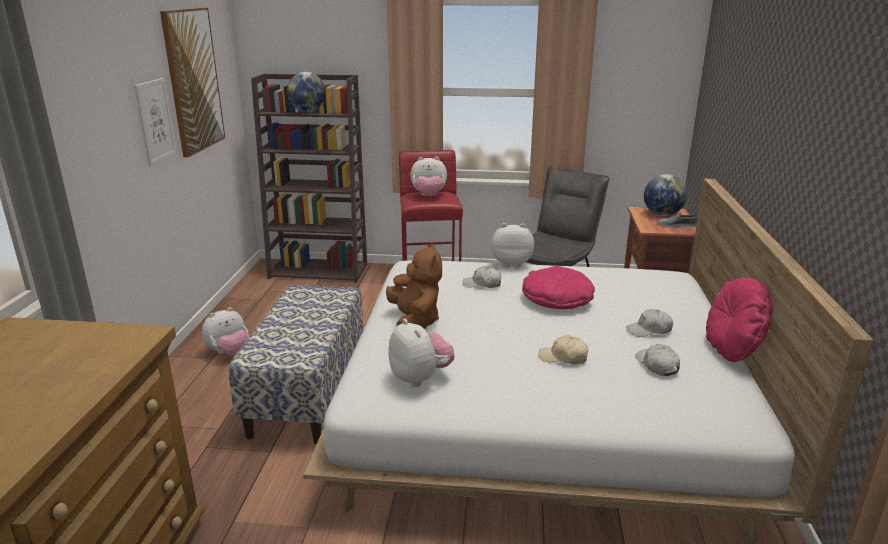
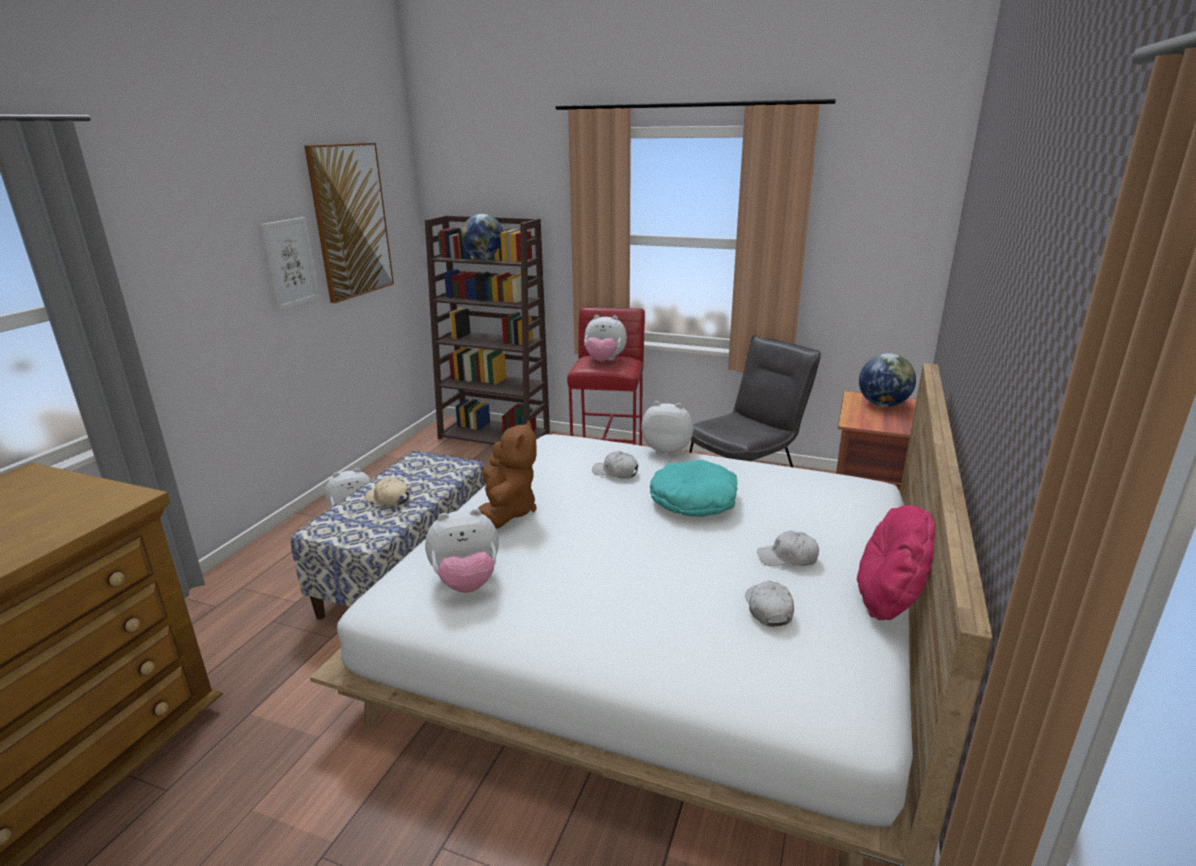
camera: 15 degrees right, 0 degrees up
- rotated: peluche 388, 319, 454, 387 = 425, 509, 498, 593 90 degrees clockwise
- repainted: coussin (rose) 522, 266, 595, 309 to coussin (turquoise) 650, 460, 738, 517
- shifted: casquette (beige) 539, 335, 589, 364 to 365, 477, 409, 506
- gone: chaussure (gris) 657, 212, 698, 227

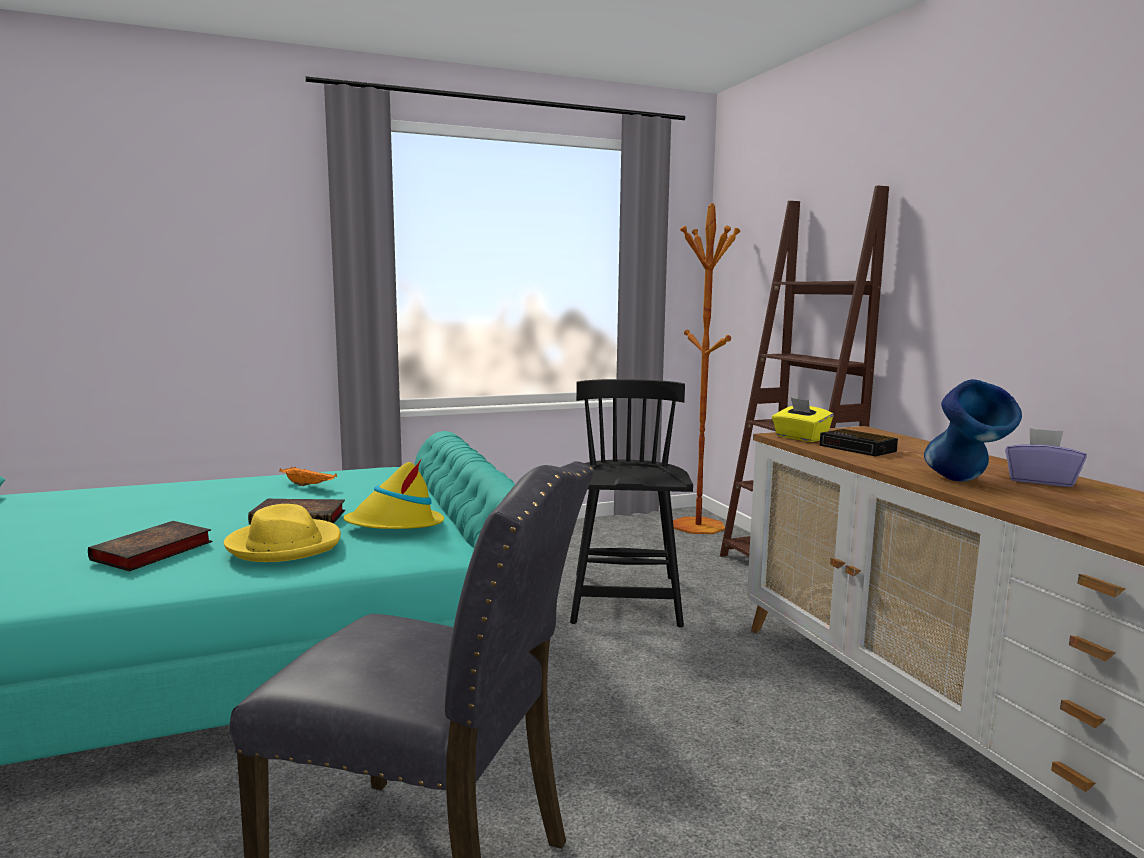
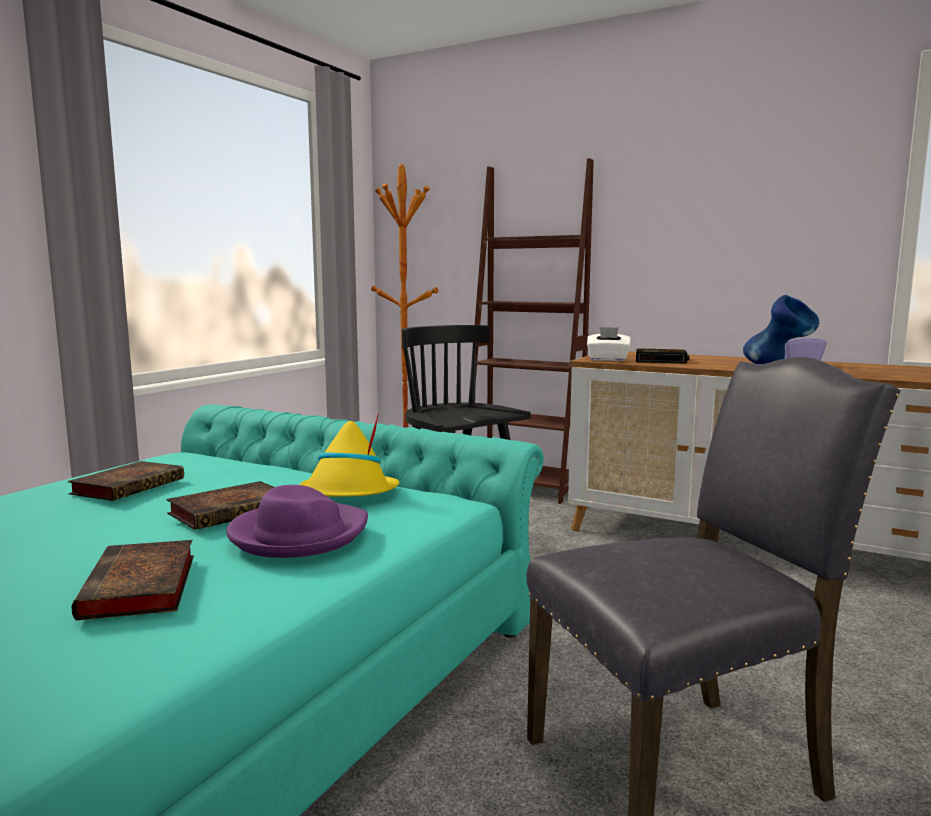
camera: 40 degrees left, 0 degrees up
- repainted: chapeau (jaune) 224, 504, 341, 562 to chapeau (violet) 226, 485, 368, 558
- swapped: plateau (orange) 279, 467, 337, 486 to livre 68, 461, 184, 501
- repainted: boîte à mouchoirs (jaune) 772, 398, 834, 442 to boîte à mouchoirs (blanc) 587, 327, 630, 361

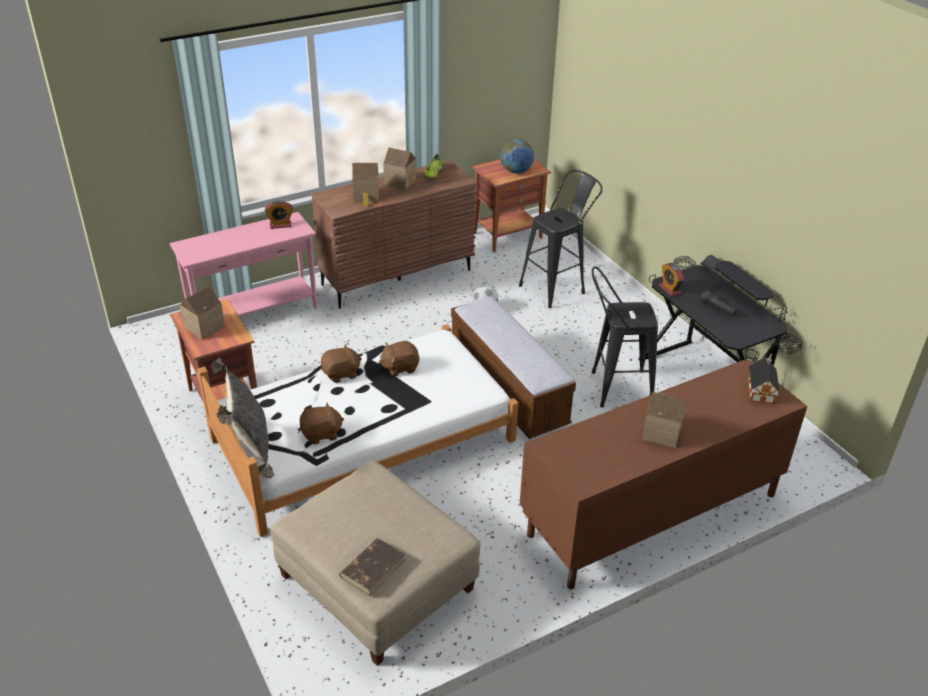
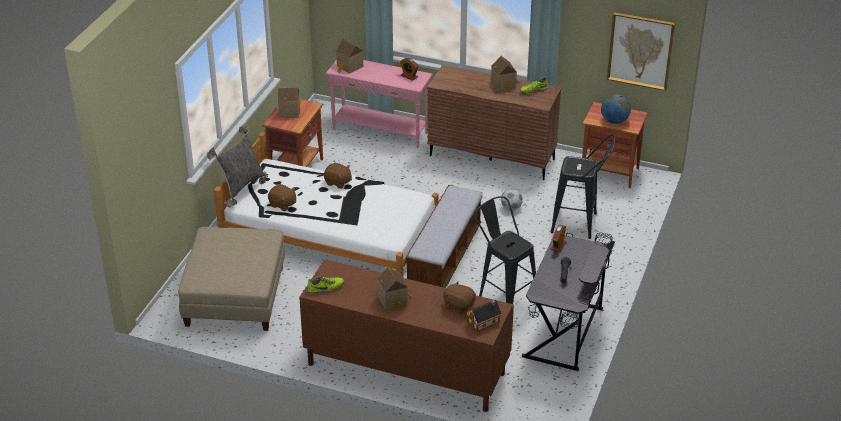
camera: 50 degrees right, 0 degrees up
- gone: livre (marron) 339, 538, 406, 596
- shifted: maison miniature 352, 163, 379, 206 to 336, 39, 363, 74
- shifted: peluche (marron) 379, 341, 419, 377 to 443, 281, 476, 314
- new: chaussure 307, 277, 344, 293
- new: tableau 607, 12, 675, 91

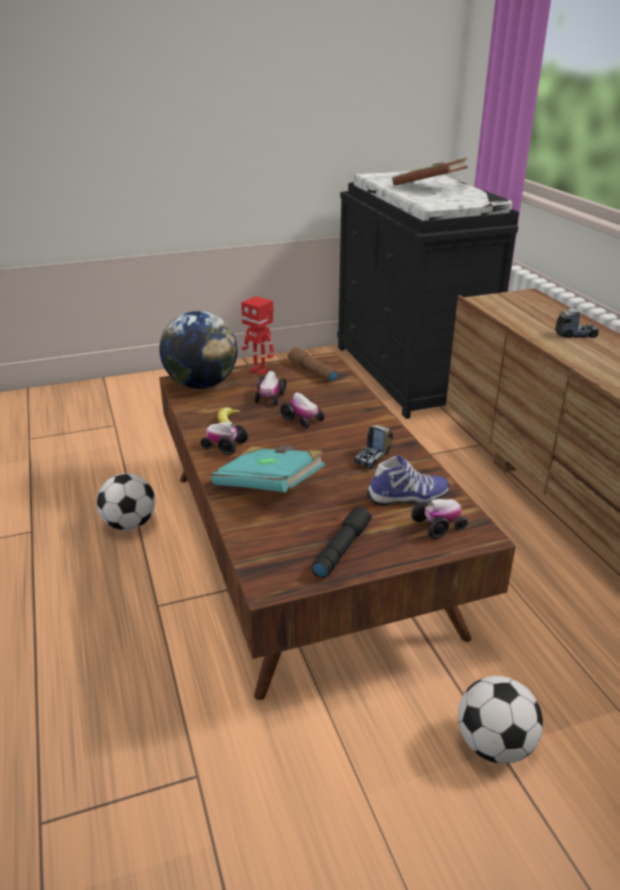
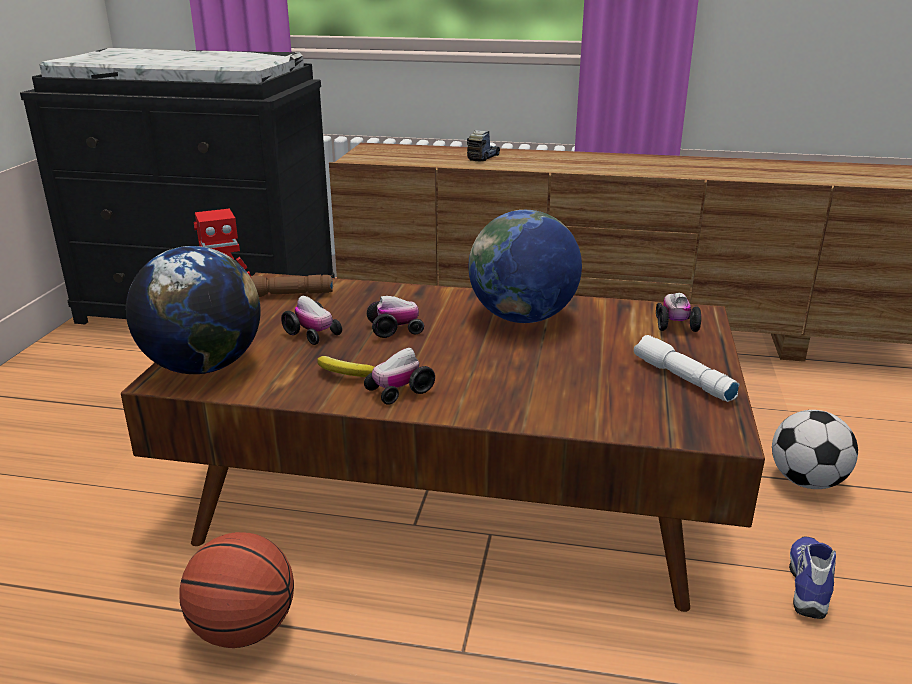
camera: 60 degrees left, 5 degrees down
- swapped: ballon de foot 97, 473, 155, 530 to ballon de basket 179, 532, 294, 648
- gone: livre (turquoise) 211, 445, 325, 493
- repainted: lampe de poche (noir) 312, 506, 372, 578 to lampe de poche (blanc) 634, 335, 740, 402
- swapped: camion jouet 354, 425, 393, 469 to globe 468, 210, 582, 323
- shifted: chaussure 366, 455, 449, 506 to 789, 536, 836, 619
- gone: livre (marron) 392, 157, 468, 186

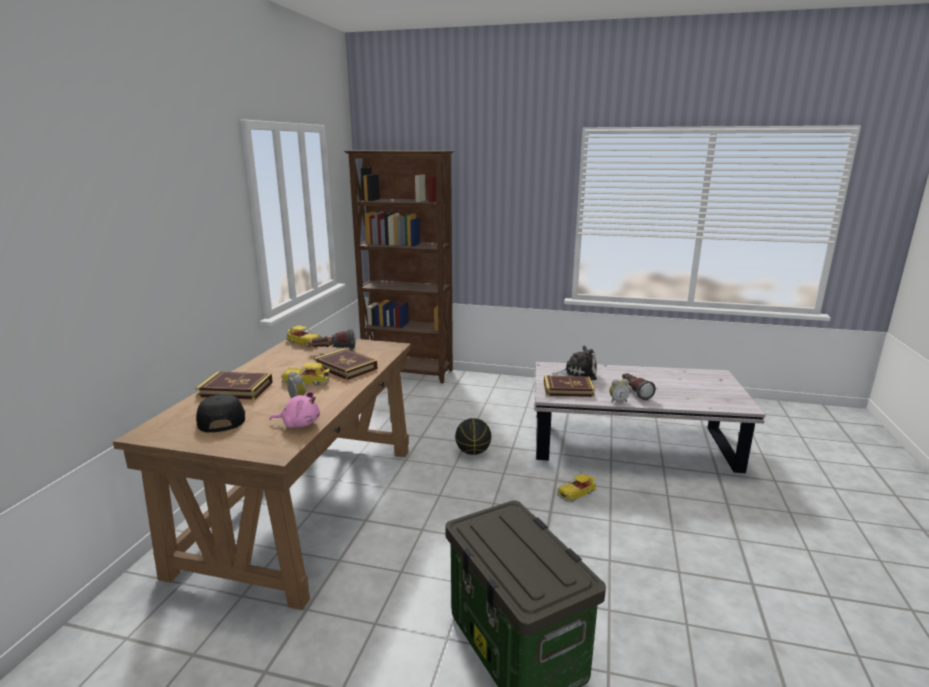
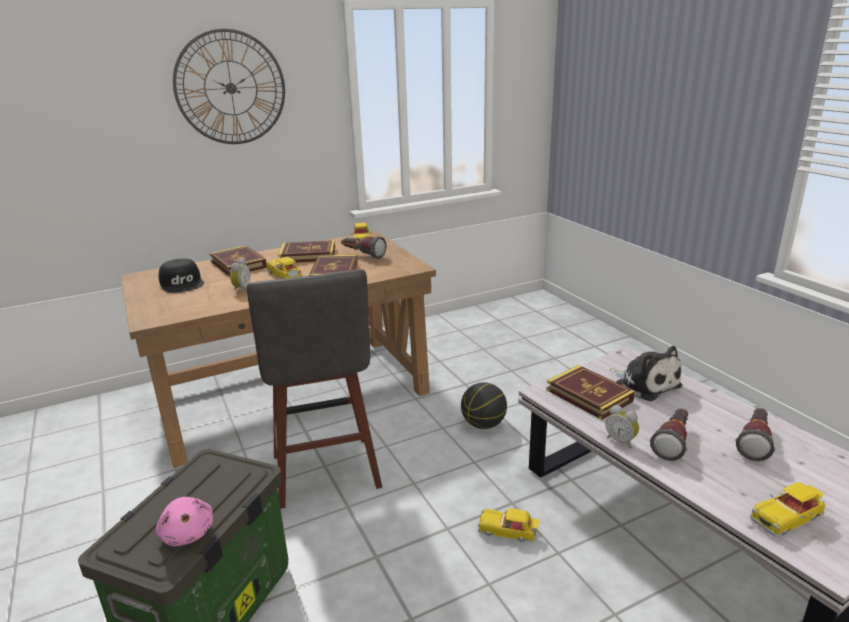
camera: 50 degrees right, 5 degrees up
- rotated: casquette (noir) 196, 394, 245, 432 = 158, 258, 204, 293 120 degrees clockwise
- shifted: peluche (rose) 270, 390, 320, 428 to 156, 497, 213, 547
- gone: bibliothèque (marron) 344, 151, 454, 384
- new: horloge murale 173, 29, 285, 144
- new: tabouret (gris) 247, 269, 382, 509
- new: livre 278, 240, 335, 263
- new: lampe de poche 736, 408, 775, 461
- new: petite voiture 750, 482, 825, 537

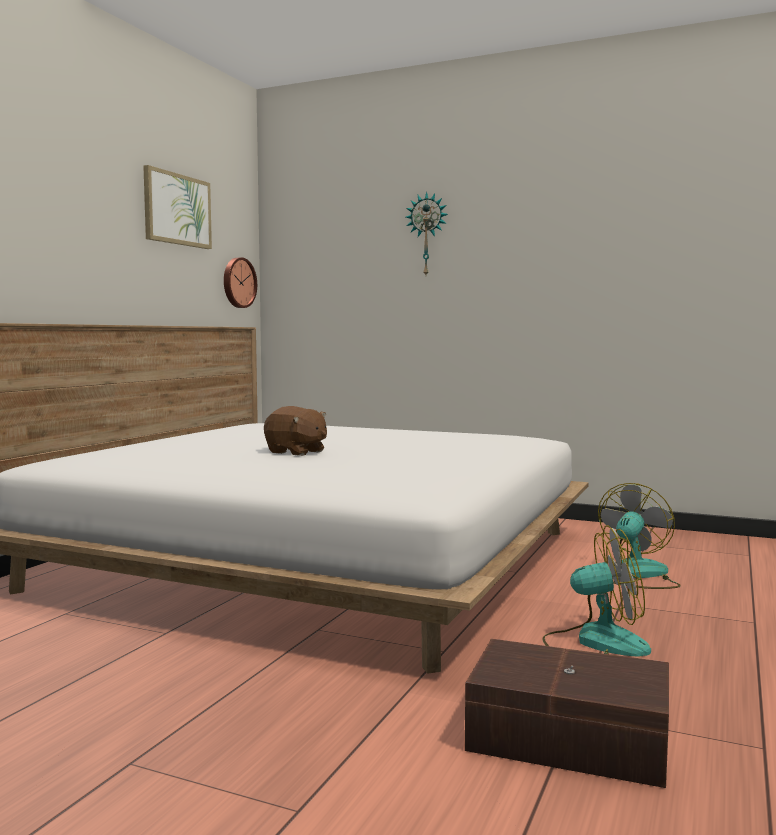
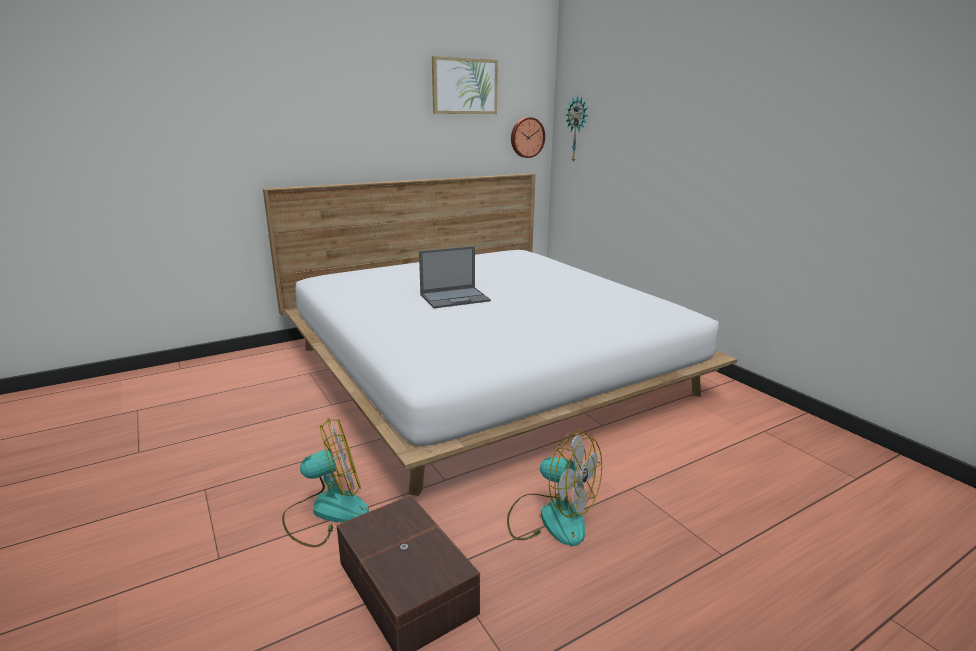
camera: 35 degrees right, 15 degrees up
- swapped: peluche (marron) 264, 406, 327, 456 to ordinateur portable 419, 246, 491, 308
- shifted: horloge murale 406, 192, 448, 275 to 566, 96, 588, 163
- shifted: ventilateur 598, 483, 681, 589 to 282, 418, 369, 547

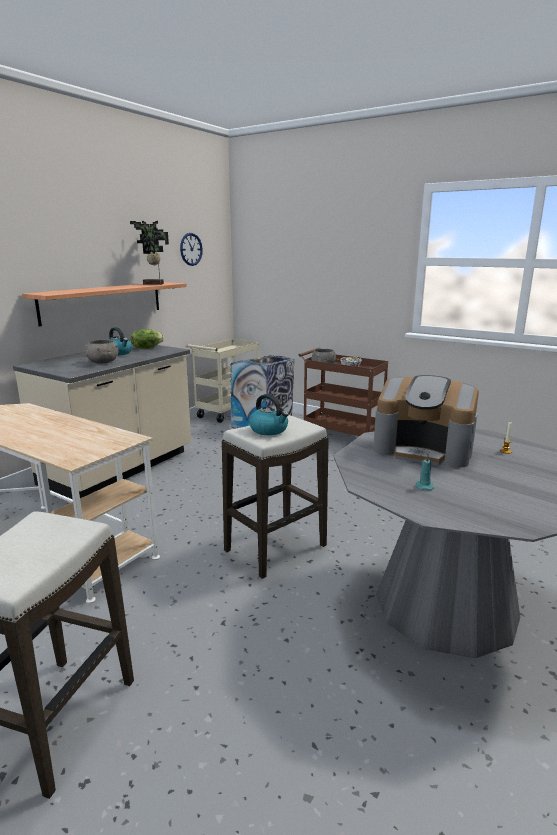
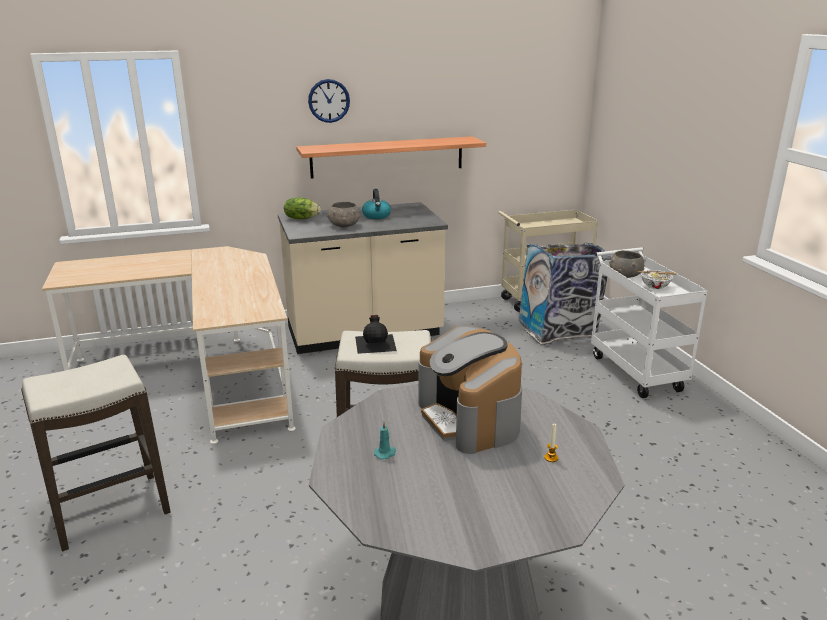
camera: 40 degrees right, 5 degrees up
- gone: plante en pot 130, 221, 169, 285
- shifted: laitue 131, 329, 164, 349 to 284, 197, 321, 219
- shifted: horloge murale 180, 233, 203, 266 to 308, 79, 350, 123
- swapped: bouilloire 249, 394, 289, 435 to bouteille (noir) 355, 315, 397, 354
- repainted: chariot (marron) 299, 347, 388, 436 to chariot (blanc) 591, 247, 707, 398

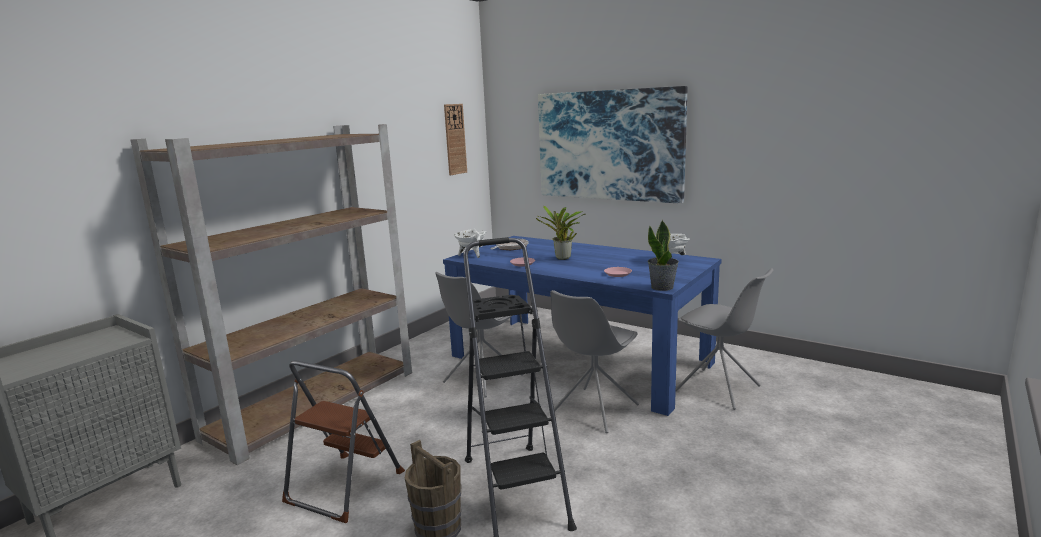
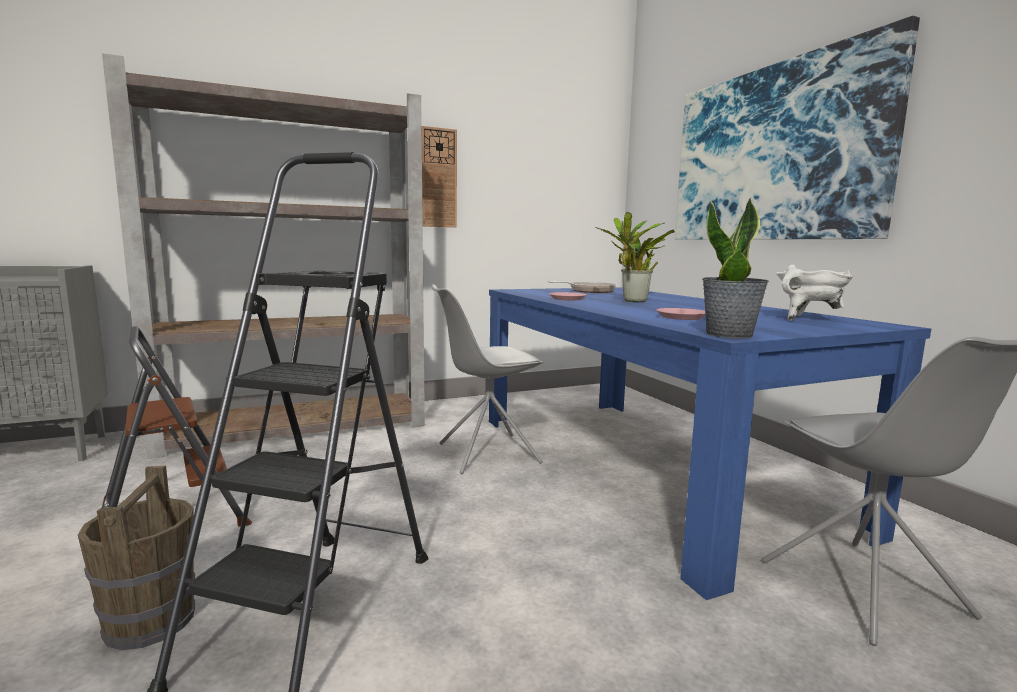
camera: 30 degrees right, 5 degrees down
- shifted: horloge murale 444, 104, 467, 175 to 422, 126, 457, 227
- gone: marmite (blanc) 454, 229, 486, 258
- gone: chaise (gris) 550, 290, 639, 433

